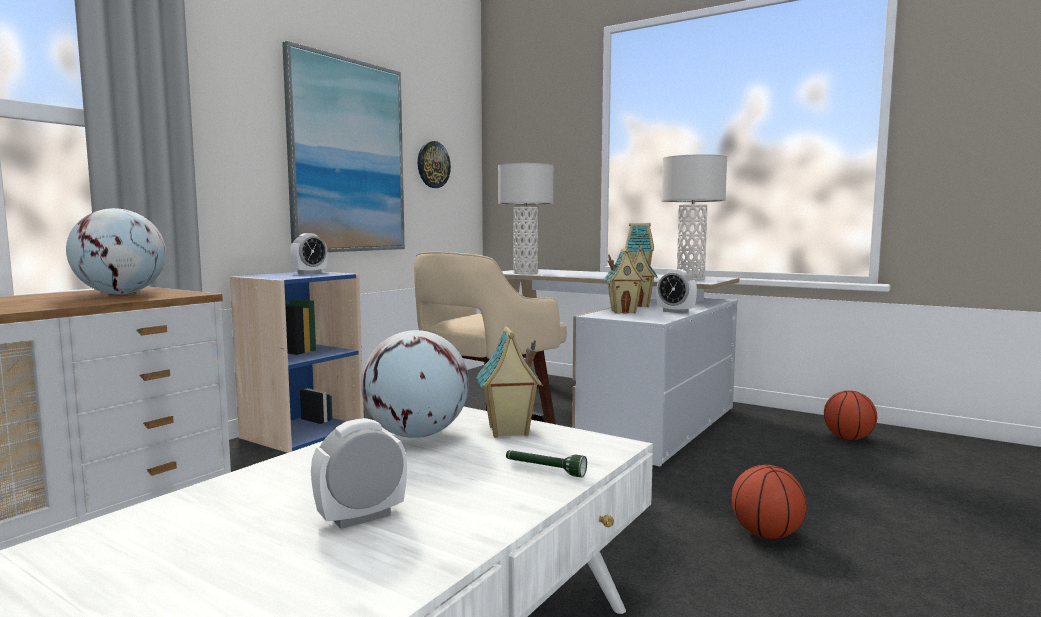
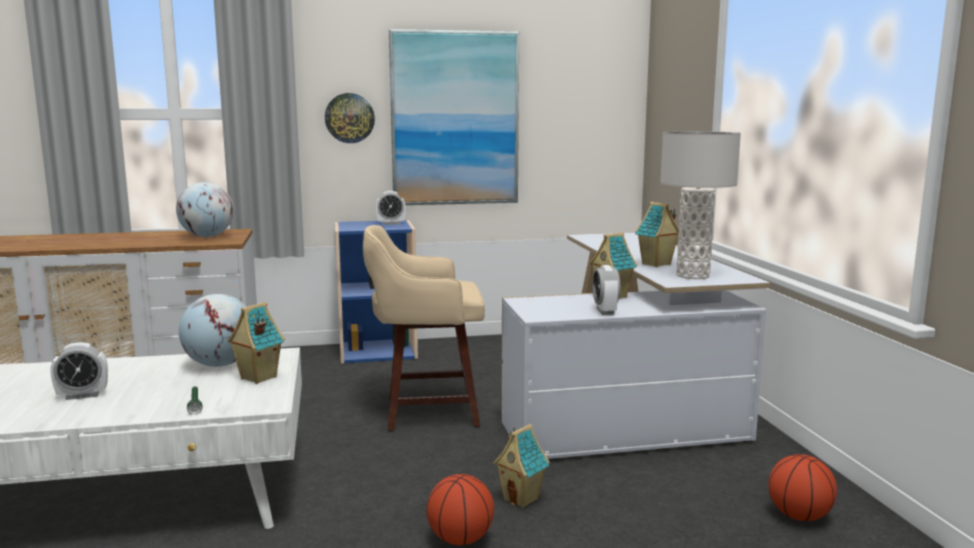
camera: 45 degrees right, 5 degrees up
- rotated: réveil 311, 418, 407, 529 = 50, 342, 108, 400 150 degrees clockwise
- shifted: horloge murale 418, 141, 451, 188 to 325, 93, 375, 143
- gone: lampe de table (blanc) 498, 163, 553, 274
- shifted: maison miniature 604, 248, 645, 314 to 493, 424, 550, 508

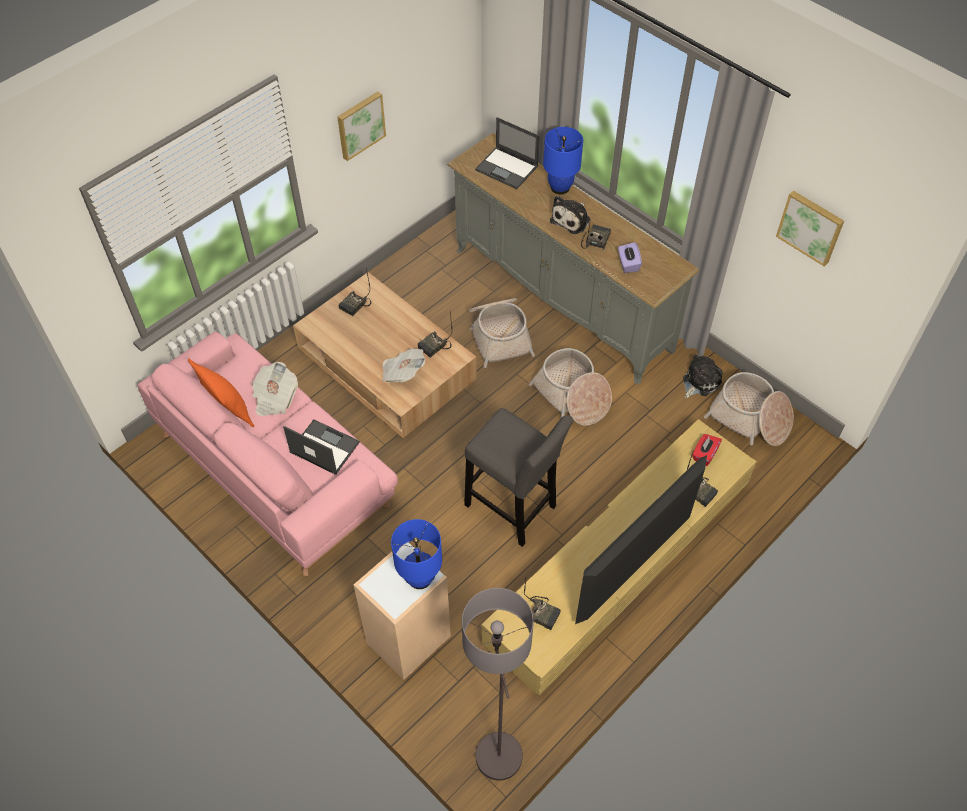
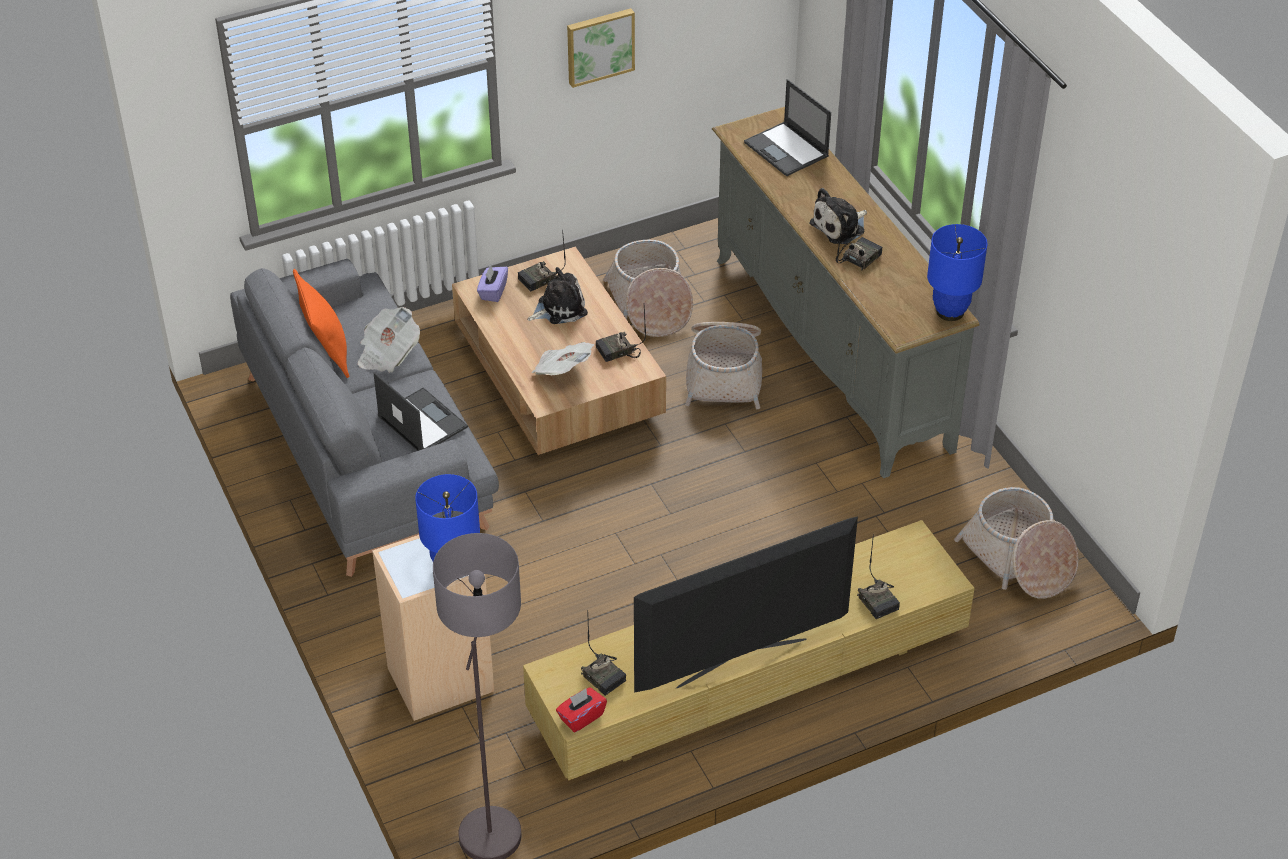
camera: 20 degrees right, 10 degrees down
- repainted: canapé (rose) 137, 331, 398, 576 to canapé (gris) 230, 259, 499, 577
- gone: tabouret (gris) 464, 408, 573, 547
- shifted: panier 529, 348, 612, 426 to 603, 240, 693, 337
- shifted: lampe de table (bleu) 543, 127, 583, 194 to 927, 224, 987, 321
- shifted: boîte à mouchoirs (violet) 618, 242, 642, 273 to 477, 265, 508, 302
- shifted: peluche 683, 355, 722, 398 to 528, 267, 588, 324
- shifted: boîte à mouchoirs (rouge) 692, 434, 722, 466 to 556, 687, 607, 732
- gone: tableau 776, 191, 844, 266

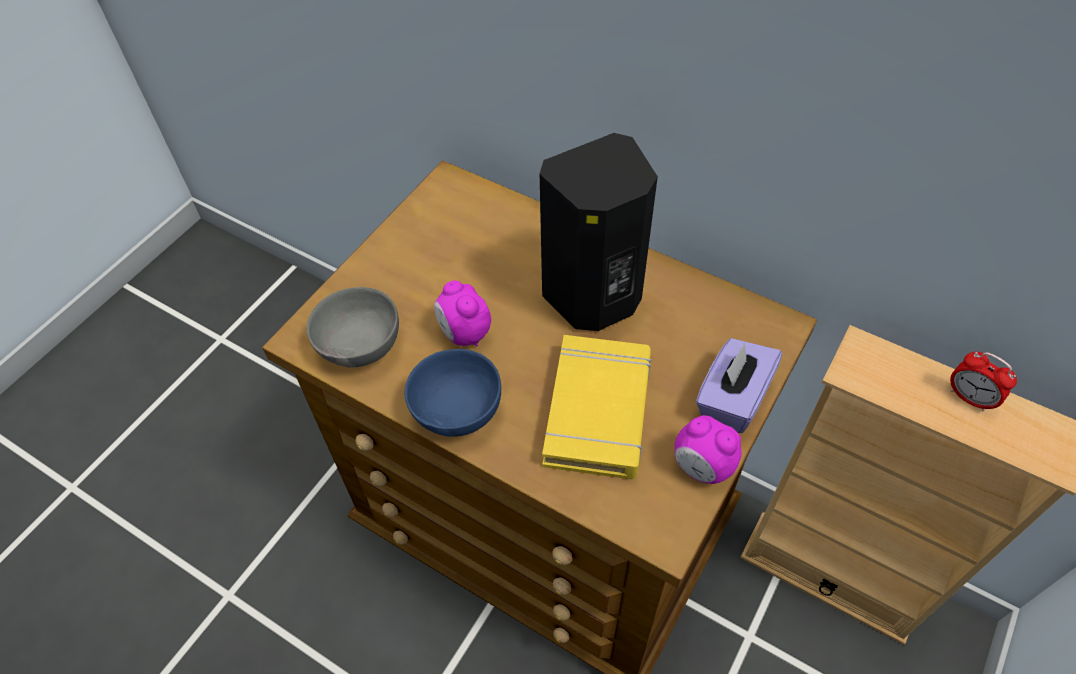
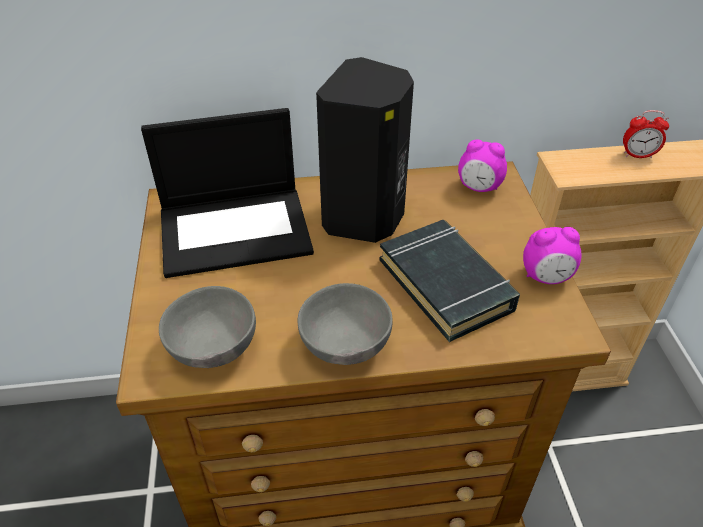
camera: 40 degrees left, 10 degrees down
- repainted: bol (bleu) 405, 349, 501, 437 to bol (gris) 298, 283, 393, 365
- shifted: réveil 434, 281, 491, 346 to 458, 139, 507, 192
- repainted: livre (jaune) 542, 335, 651, 479 to livre (noir) 380, 220, 520, 342
- gone: boîte à mouchoirs (violet) 696, 338, 782, 433
- new: ordinateur portable 141, 108, 314, 278

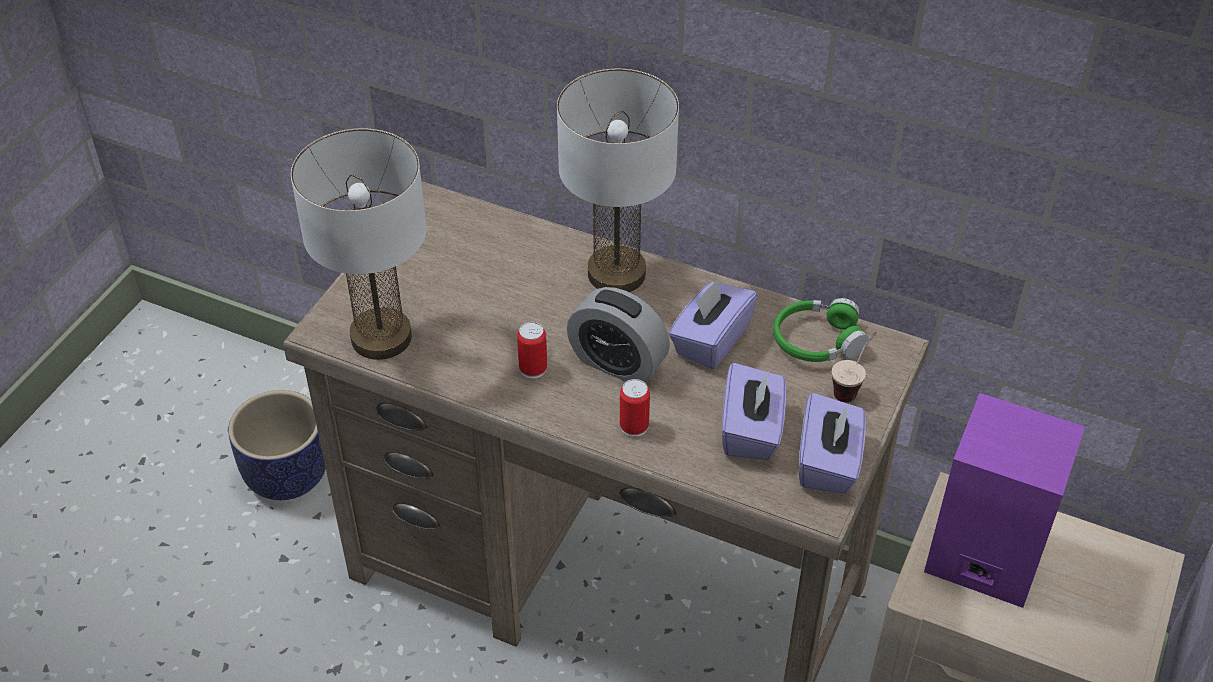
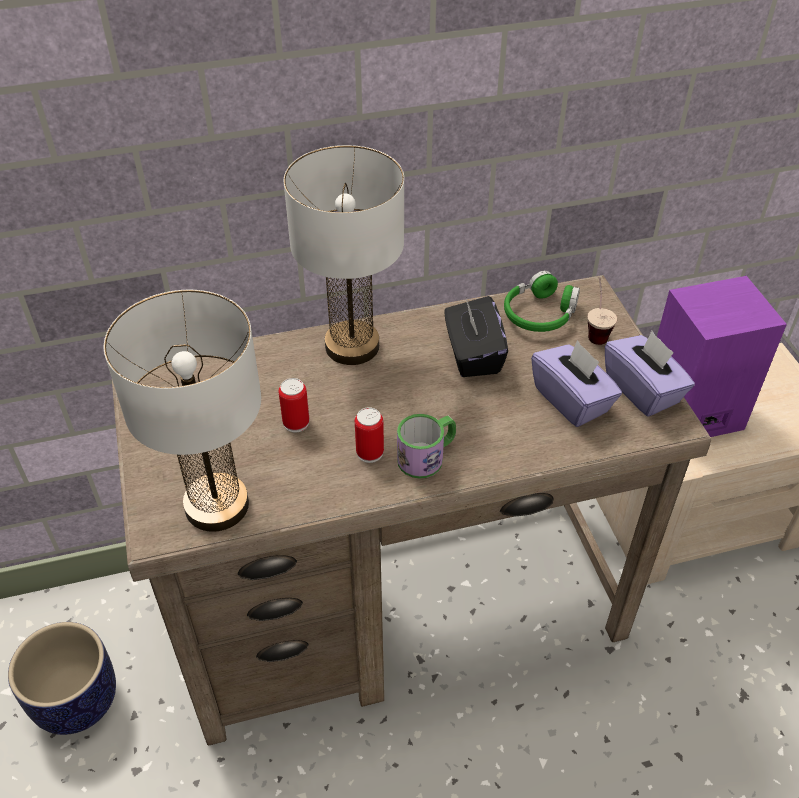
camera: 40 degrees left, 0 degrees up
- gone: réveil 567, 287, 670, 382
- shifted: boîte métallique 620, 379, 650, 437 to 278, 378, 310, 433
- repainted: boîte à mouchoirs (violet) 669, 279, 758, 369 to boîte à mouchoirs (noir) 444, 296, 508, 377
- new: mug 397, 414, 456, 479

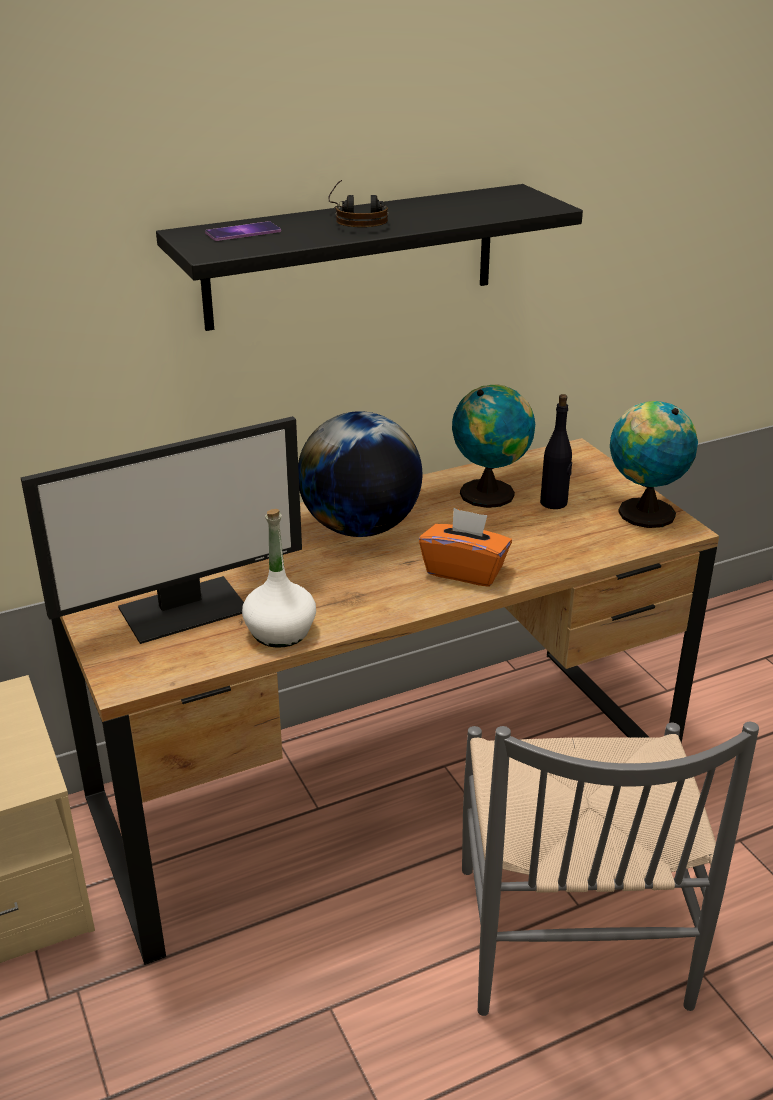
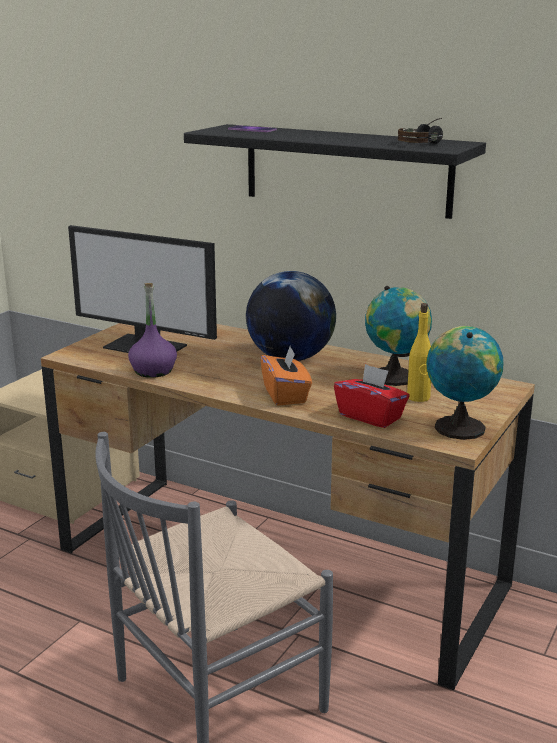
camera: 55 degrees right, 10 degrees down
- repainted: bouteille (blanc) 242, 509, 316, 648 to bouteille (violet) 128, 283, 177, 378
- shifted: casque audio 328, 180, 389, 227 to 398, 118, 443, 144
- repainted: bouteille (noir) 540, 394, 572, 509 to bouteille (jaune) 407, 303, 431, 402
- new: boîte à mouchoirs (rouge) 334, 364, 409, 428

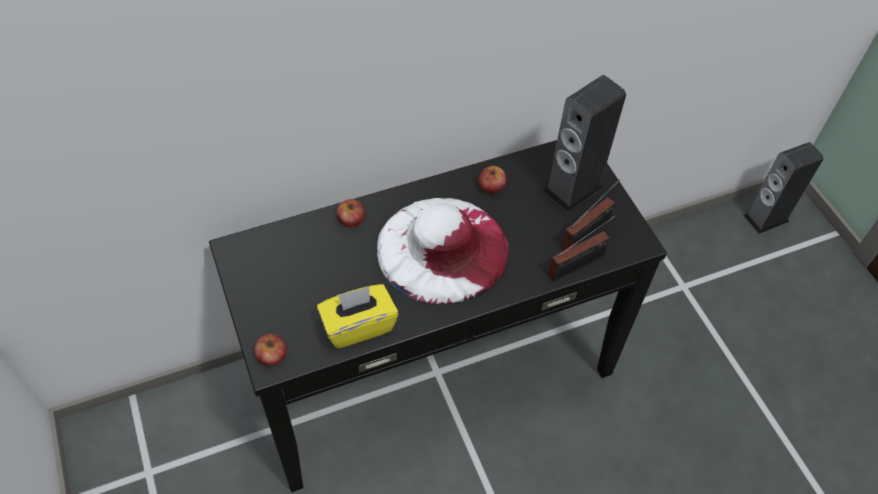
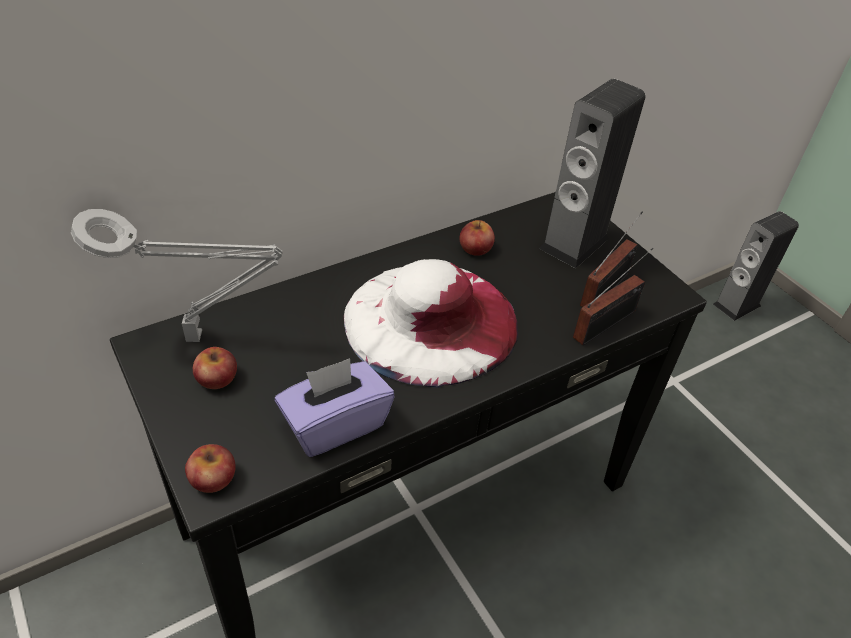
camera: 10 degrees left, 10 degrees down
- repainted: boîte à mouchoirs (jaune) 317, 284, 399, 349 to boîte à mouchoirs (violet) 275, 358, 394, 457
- shifted: pomme 336, 199, 365, 228 to 193, 347, 237, 389
- new: lampe de table (gris) 71, 209, 283, 342

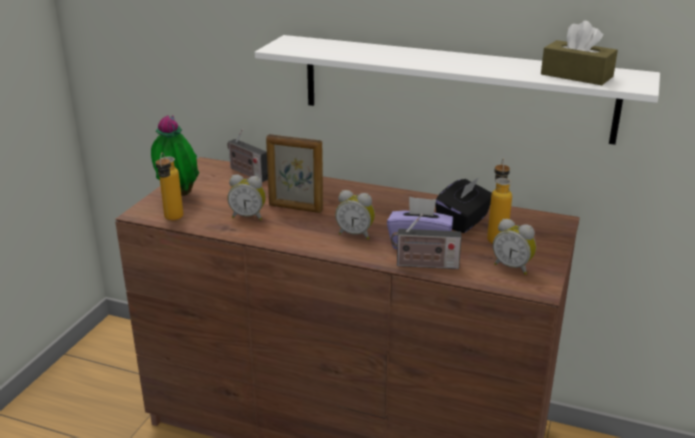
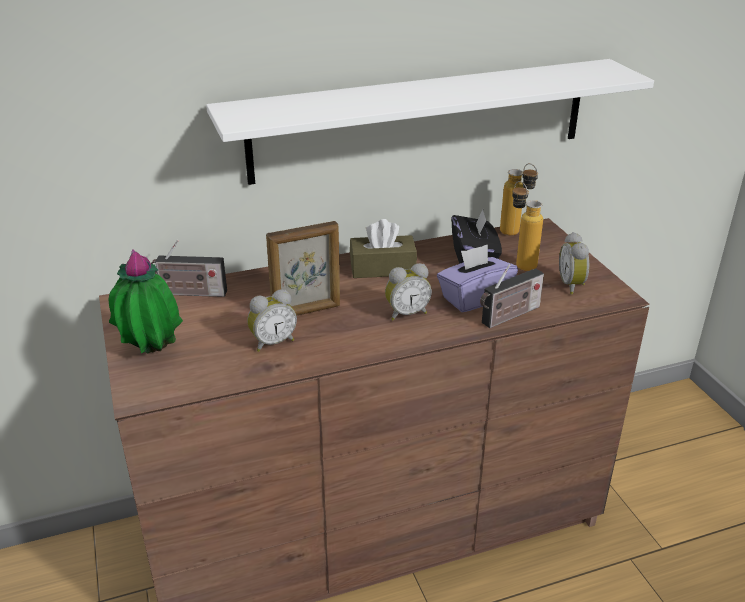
camera: 40 degrees left, 5 degrees up
- shifted: bouteille 155, 152, 183, 220 to 500, 163, 538, 236
- rotated: réveil 493, 219, 536, 275 = 559, 232, 589, 295 90 degrees clockwise
- shifted: boîte à mouchoirs (marron) 541, 21, 618, 85 to 350, 219, 417, 278

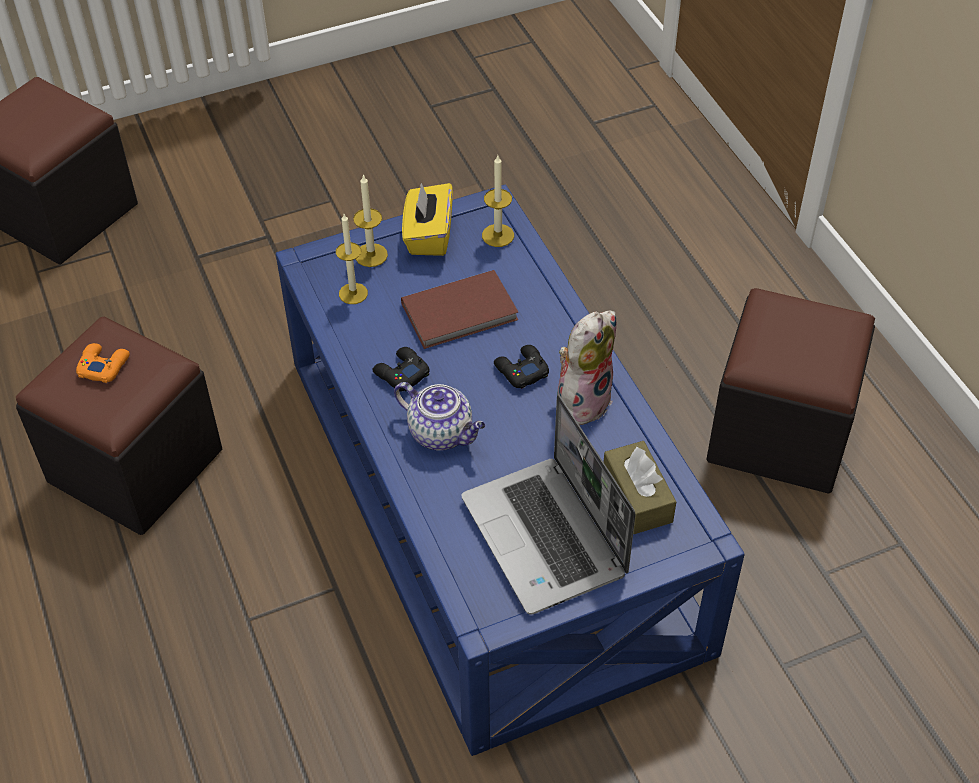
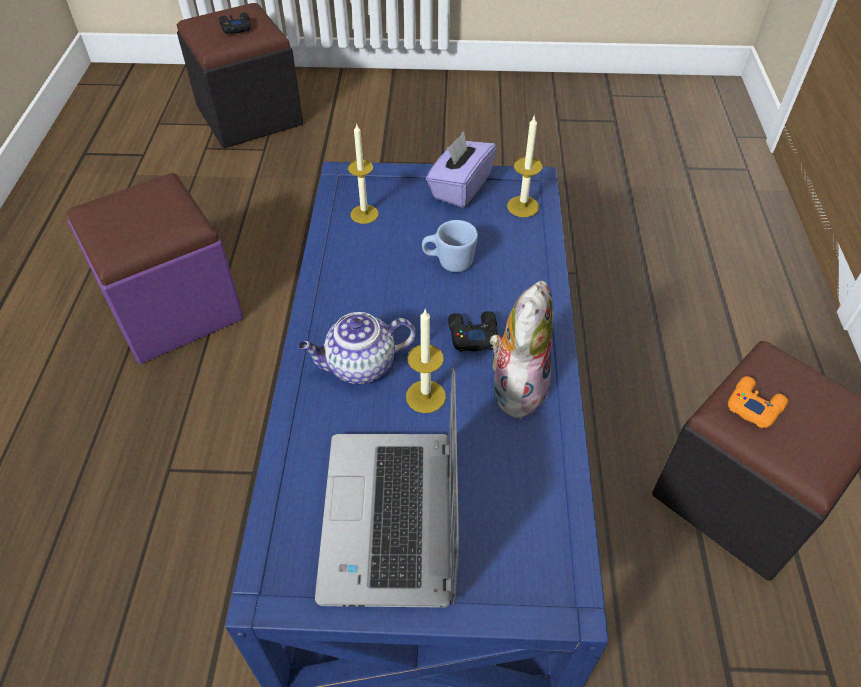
camera: 25 degrees right, 0 degrees up
- repainted: pouf (noir) 16, 316, 222, 535 to pouf (violet) 66, 173, 243, 364
- shifted: manette (orange) 76, 343, 130, 383 to 728, 376, 788, 428
- shifted: bougie 353, 174, 388, 267 to 406, 308, 446, 413
- shifted: manette (noir) 372, 347, 429, 391 to 219, 13, 251, 34
- rotated: théière 394, 382, 486, 451 = 298, 312, 416, 384 105 degrees clockwise
- swapped: livre (marron) 401, 270, 518, 349 to mug (bleu) 422, 220, 478, 272
- repainted: boîte à mouchoirs (jaune) 402, 183, 453, 256 to boîte à mouchoirs (violet) 426, 132, 497, 208
- rotated: peluche 557, 311, 616, 425 = 490, 281, 553, 418 45 degrees counterclockwise
- gone: boîte à mouchoirs (marron) 604, 441, 676, 534

